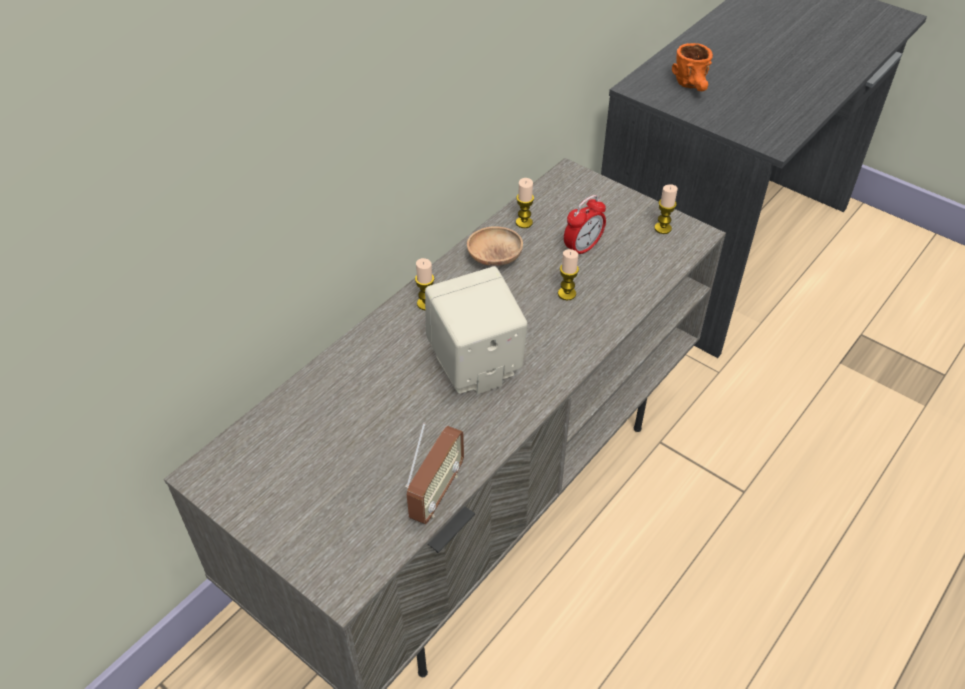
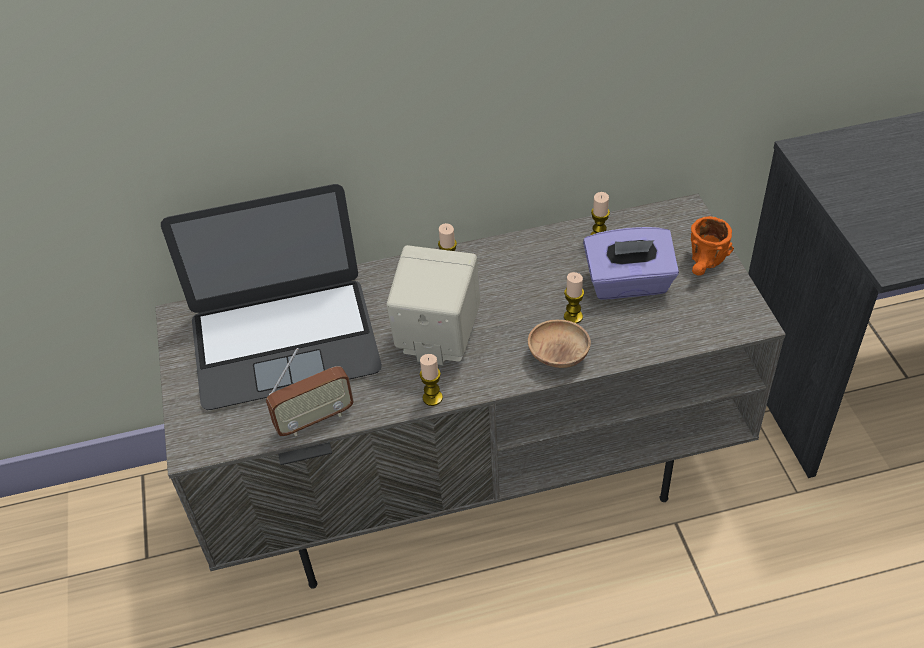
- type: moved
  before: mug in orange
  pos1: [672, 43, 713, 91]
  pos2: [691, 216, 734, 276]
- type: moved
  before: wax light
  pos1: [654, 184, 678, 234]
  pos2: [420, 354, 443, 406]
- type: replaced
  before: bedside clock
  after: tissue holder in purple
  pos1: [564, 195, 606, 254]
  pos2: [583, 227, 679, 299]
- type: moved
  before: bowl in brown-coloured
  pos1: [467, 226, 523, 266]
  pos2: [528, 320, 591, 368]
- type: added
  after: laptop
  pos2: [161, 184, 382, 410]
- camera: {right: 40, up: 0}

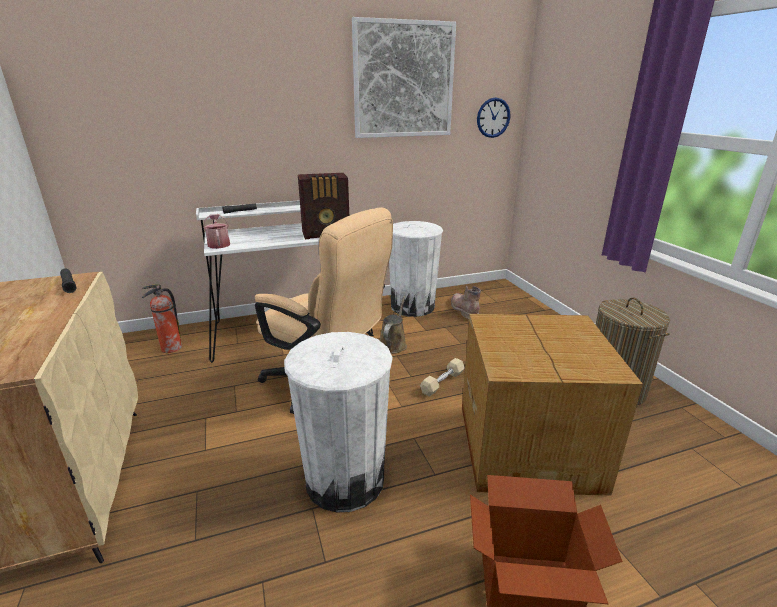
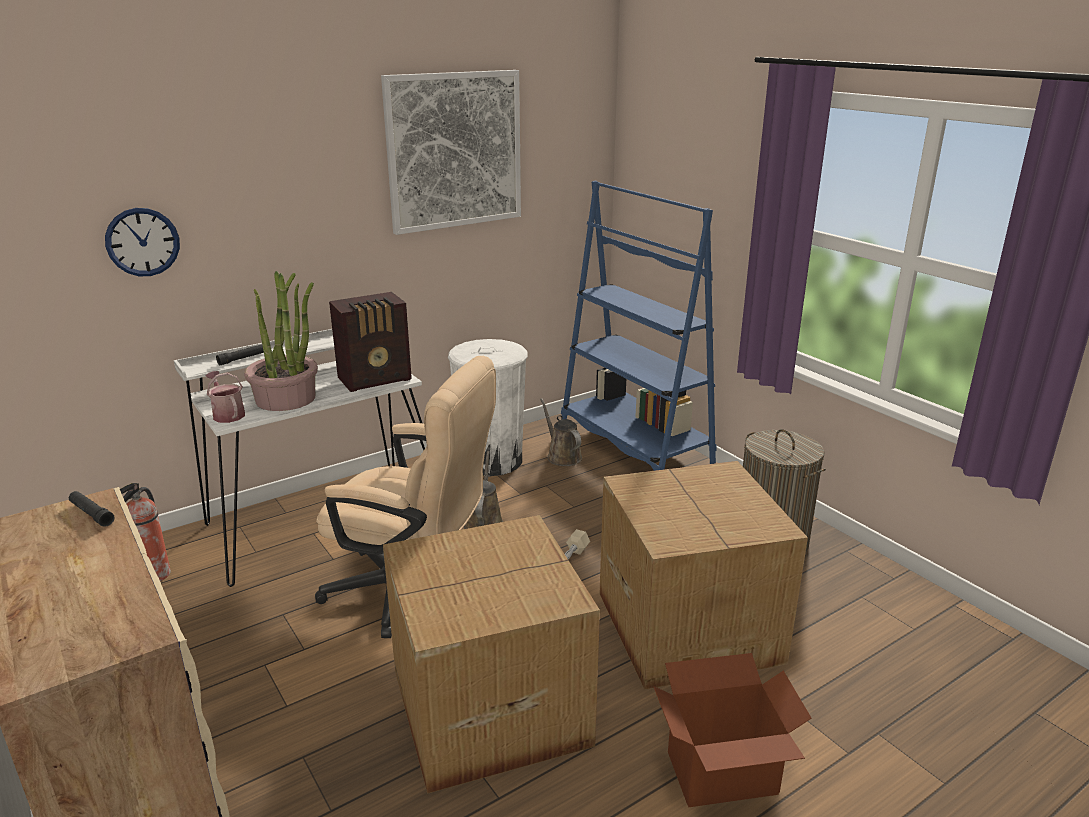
- type: moved
  before: clock on the wall
  pos1: [477, 97, 510, 138]
  pos2: [105, 208, 180, 276]
- type: replaced
  before: tall boot in brown-coloured
  after: watering can in brown-coloured
  pos1: [451, 286, 481, 319]
  pos2: [540, 398, 582, 466]
- type: replaced
  before: rubbish bin in white
  after: carton
  pos1: [284, 332, 393, 512]
  pos2: [383, 515, 600, 794]
- type: added
  after: bookshelf in blue-coloured
  pos2: [561, 181, 717, 471]
- type: added
  after: houseplant
  pos2: [244, 271, 318, 411]
- camera: {right: -15, up: 0}

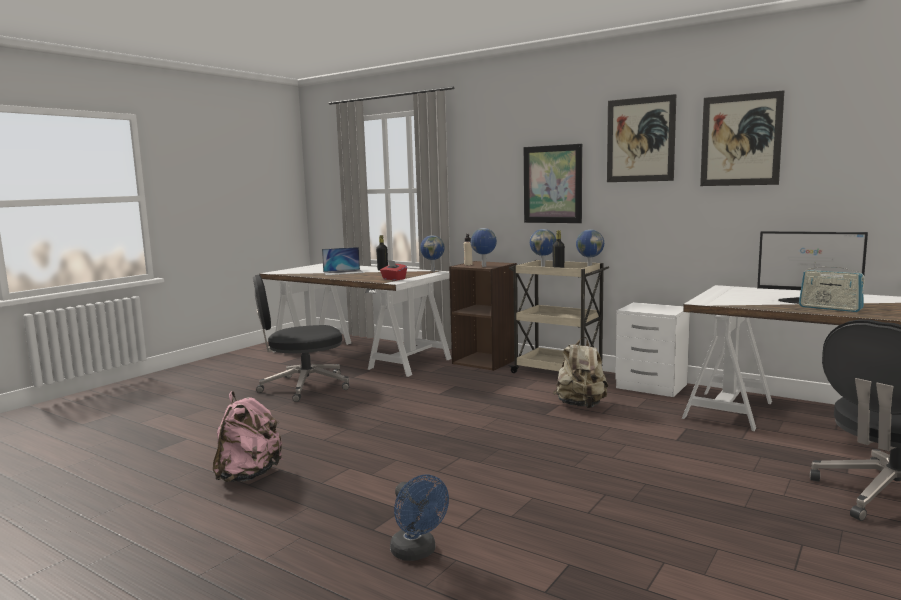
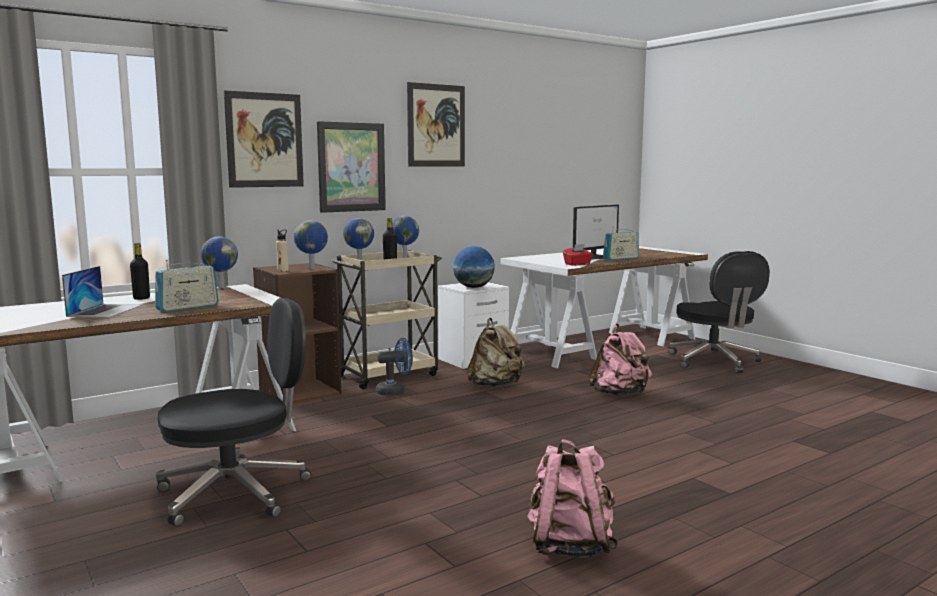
- type: moved
  before: picture
  pos1: [700, 90, 784, 186]
  pos2: [224, 90, 304, 188]
- type: moved
  before: tissue holder in red
  pos1: [380, 260, 407, 280]
  pos2: [563, 244, 593, 266]
- type: turned
  before: computer chair in black
  pos1: [253, 275, 349, 402]
  pos2: [156, 298, 311, 527]
  turn: -120
- type: moved
  before: cooling fan in blue-coloured
  pos1: [390, 475, 449, 561]
  pos2: [376, 338, 413, 396]
- type: added
  after: globe
  pos2: [453, 246, 495, 288]
- type: added
  after: radio set
  pos2: [155, 260, 219, 312]
- type: added
  after: backpack in pink
  pos2: [589, 323, 652, 395]
- camera: {right: -70, up: 0}

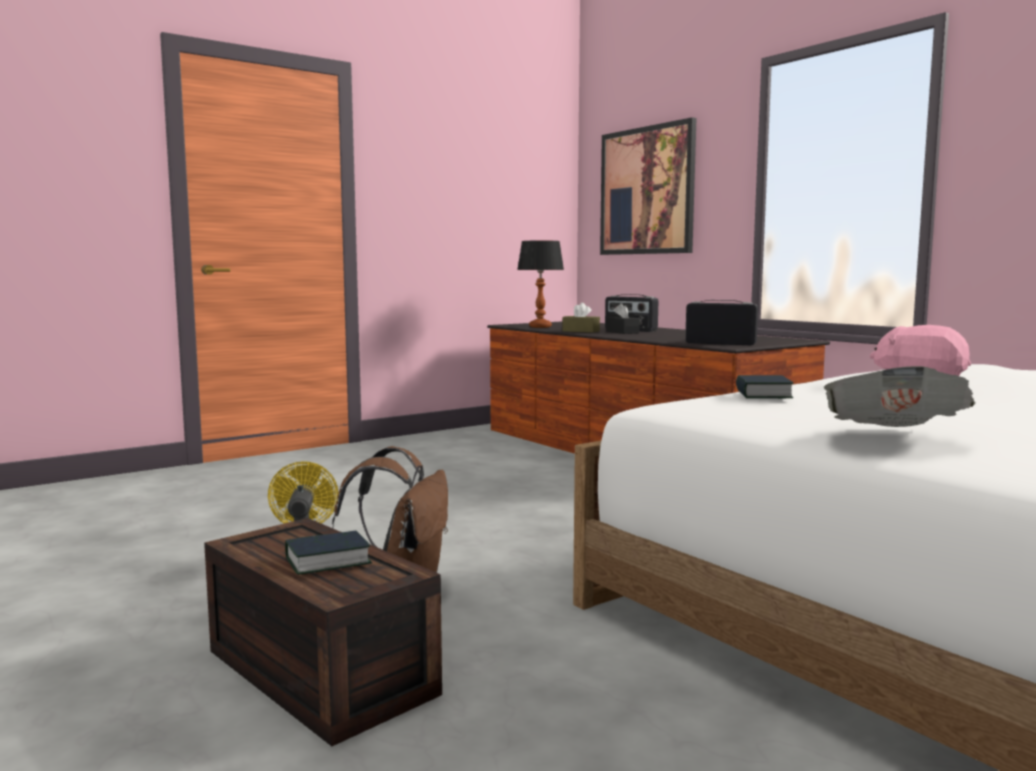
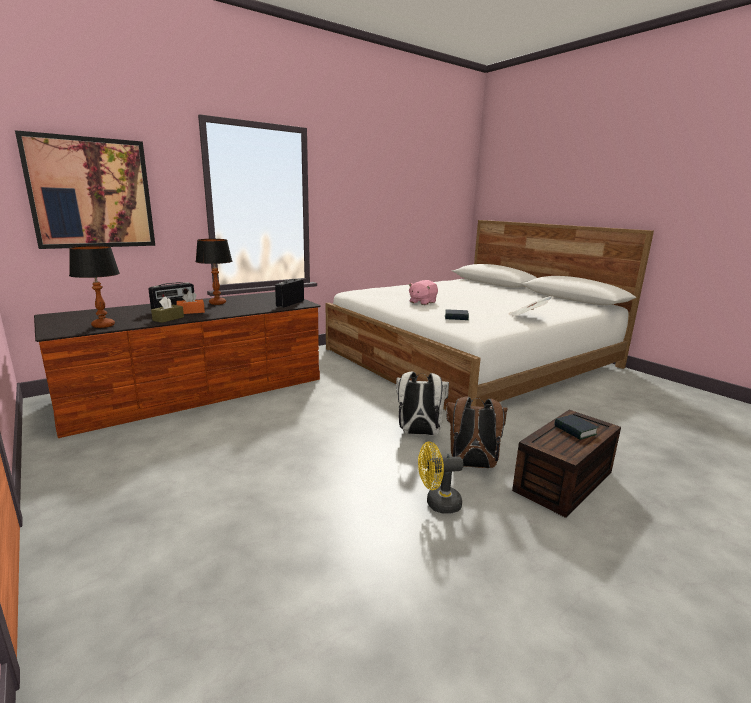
- type: recoloured
  before: tissue holder in black
  after: tissue holder in orange
  pos1: [606, 303, 639, 334]
  pos2: [176, 291, 205, 314]
- type: added
  after: tabletop lamp
  pos2: [196, 239, 232, 305]
- type: added
  after: backpack in white
  pos2: [396, 371, 449, 435]
- camera: {right: -90, up: 10}

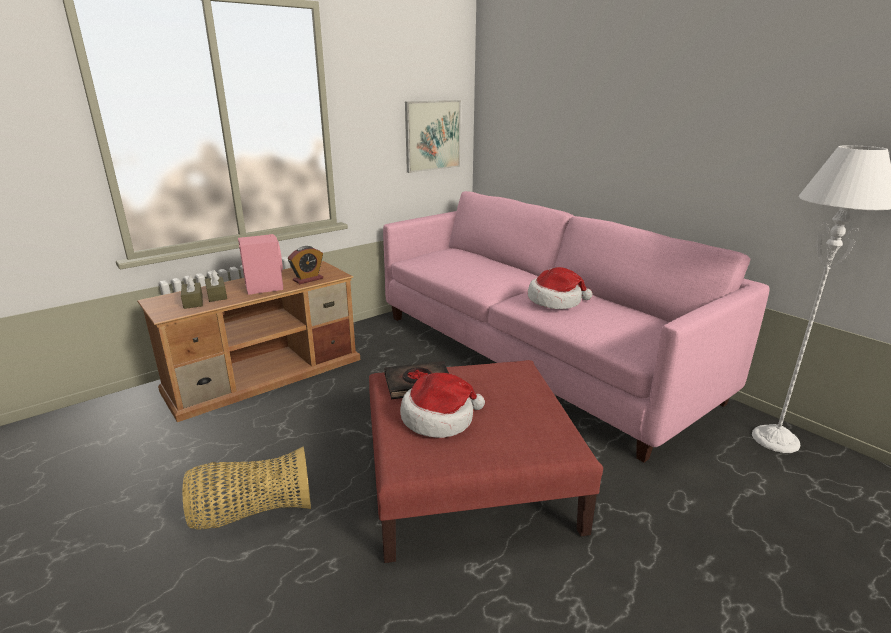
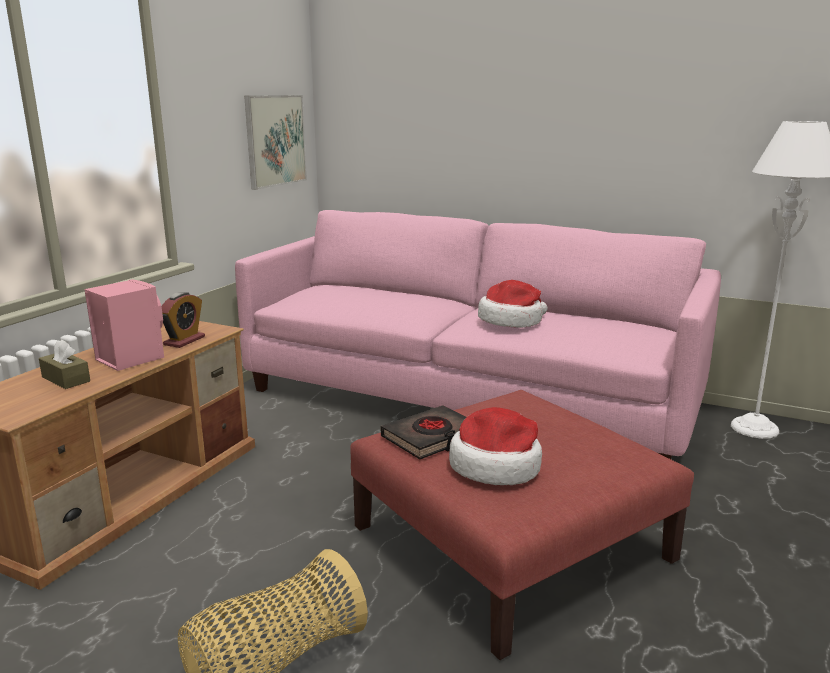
- type: removed
  before: tissue holder in brown-coloured
  pos1: [181, 275, 203, 309]
- camera: {right: -25, up: -5}

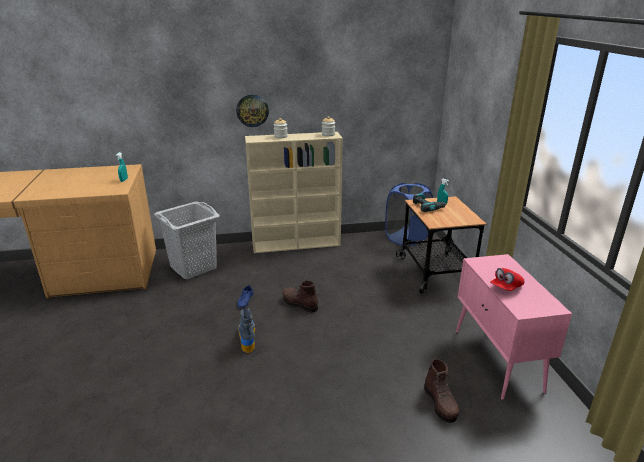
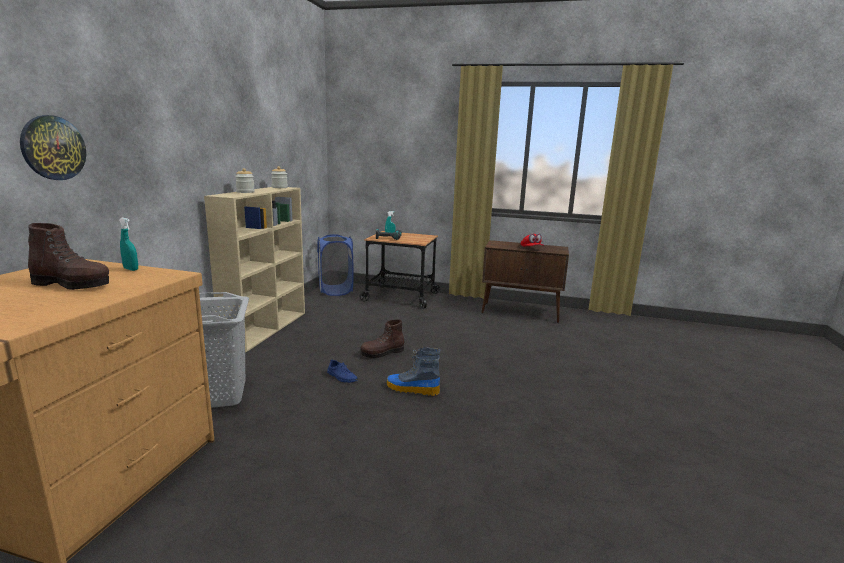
- type: moved
  before: clock on the wall
  pos1: [236, 94, 269, 127]
  pos2: [20, 115, 86, 180]
- type: recoloured
  before: cabinet in pink
  after: cabinet in brown-coloured
  pos1: [456, 254, 572, 400]
  pos2: [481, 240, 569, 323]
- type: moved
  before: tall boot in brown-coloured
  pos1: [424, 359, 459, 423]
  pos2: [28, 223, 109, 290]
- camera: {right: -65, up: -10}

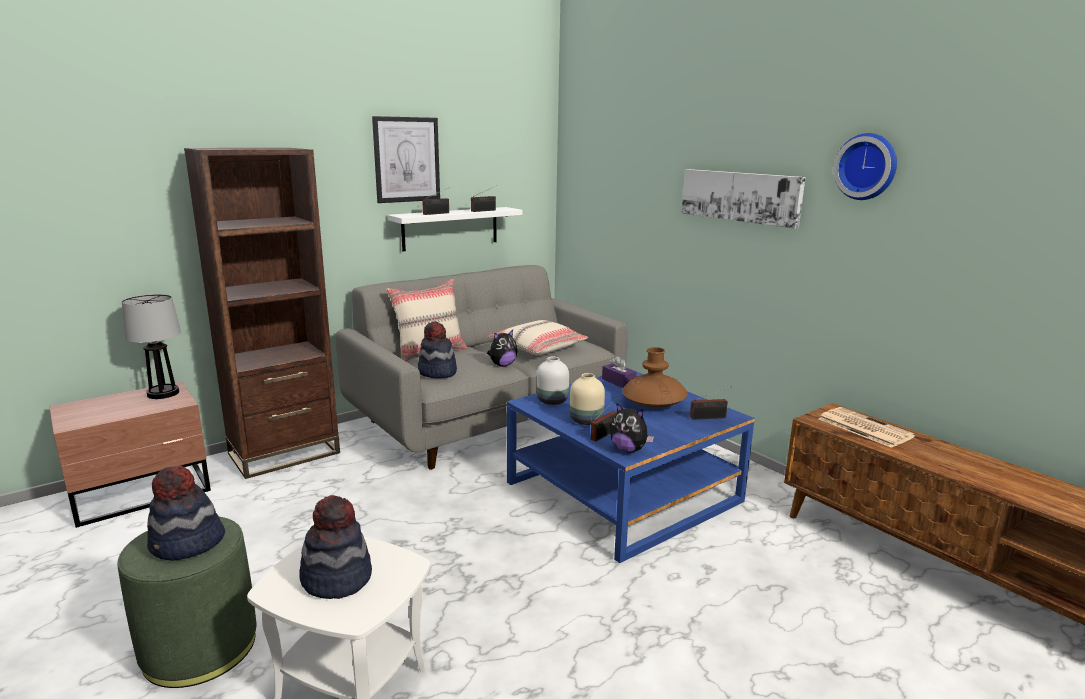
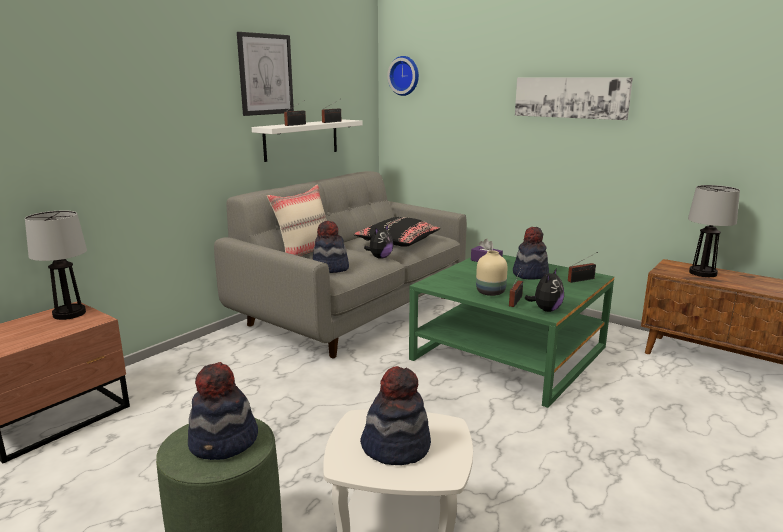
- type: moved
  before: clock on the wall
  pos1: [833, 133, 897, 200]
  pos2: [387, 56, 419, 96]
- type: removed
  before: bookshelf in brown-coloured
  pos1: [184, 148, 340, 479]
- type: recoloured
  before: pillow in beige
  after: pillow in black
  pos1: [488, 320, 588, 355]
  pos2: [354, 217, 440, 247]
- type: replaced
  before: vase in brown-coloured
  after: hat
  pos1: [622, 347, 688, 408]
  pos2: [513, 227, 549, 279]
- type: removed
  before: vase in white
  pos1: [537, 357, 569, 405]
- type: recoloured
  before: low table in blue-coloured
  after: low table in green-coloured
  pos1: [507, 372, 755, 563]
  pos2: [409, 255, 614, 408]
- type: turned
  before: soft toy
  pos1: [610, 403, 654, 453]
  pos2: [524, 268, 564, 312]
  turn: -75
- type: replaced
  before: printed paper
  after: tabletop lamp
  pos1: [819, 407, 915, 448]
  pos2: [688, 185, 740, 277]
- camera: {right: -15, up: 0}

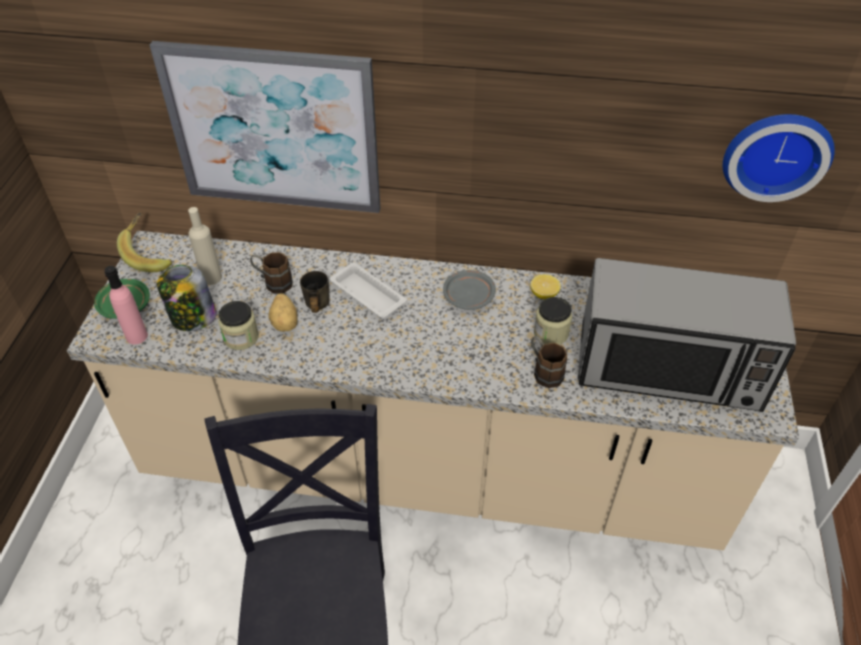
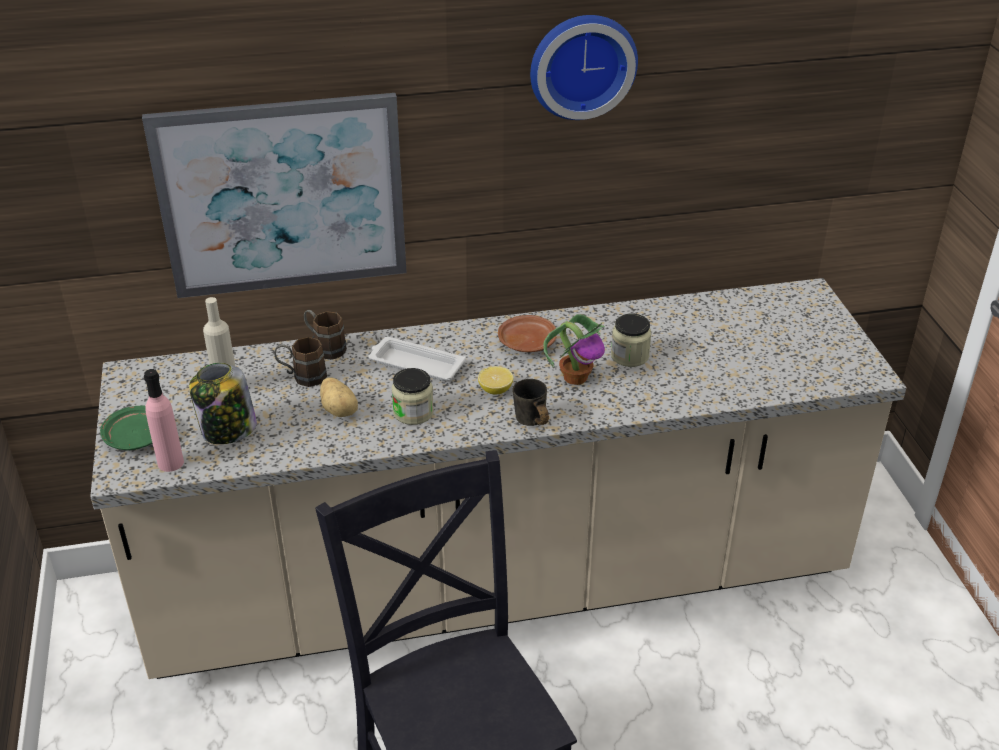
- type: moved
  before: clock on the wall
  pos1: [723, 114, 835, 202]
  pos2: [530, 15, 638, 120]
- type: removed
  before: banana fruit
  pos1: [117, 212, 172, 272]
- type: removed
  before: microwave
  pos1: [578, 258, 796, 412]
- type: recoloured
  before: flat dish in grey
  after: flat dish in brown-coloured
  pos1: [443, 270, 496, 310]
  pos2: [498, 315, 557, 352]
- type: moved
  before: mug in grey
  pos1: [300, 271, 330, 313]
  pos2: [513, 379, 549, 426]
- type: moved
  before: lemon
  pos1: [530, 274, 561, 299]
  pos2: [478, 366, 513, 395]
- type: moved
  before: storage jar
  pos1: [218, 301, 259, 350]
  pos2: [392, 368, 434, 425]
- type: moved
  before: mug in brown-coloured
  pos1: [531, 336, 567, 388]
  pos2: [304, 310, 347, 360]
- type: added
  after: houseplant
  pos2: [543, 314, 605, 385]
- camera: {right: -20, up: -10}

